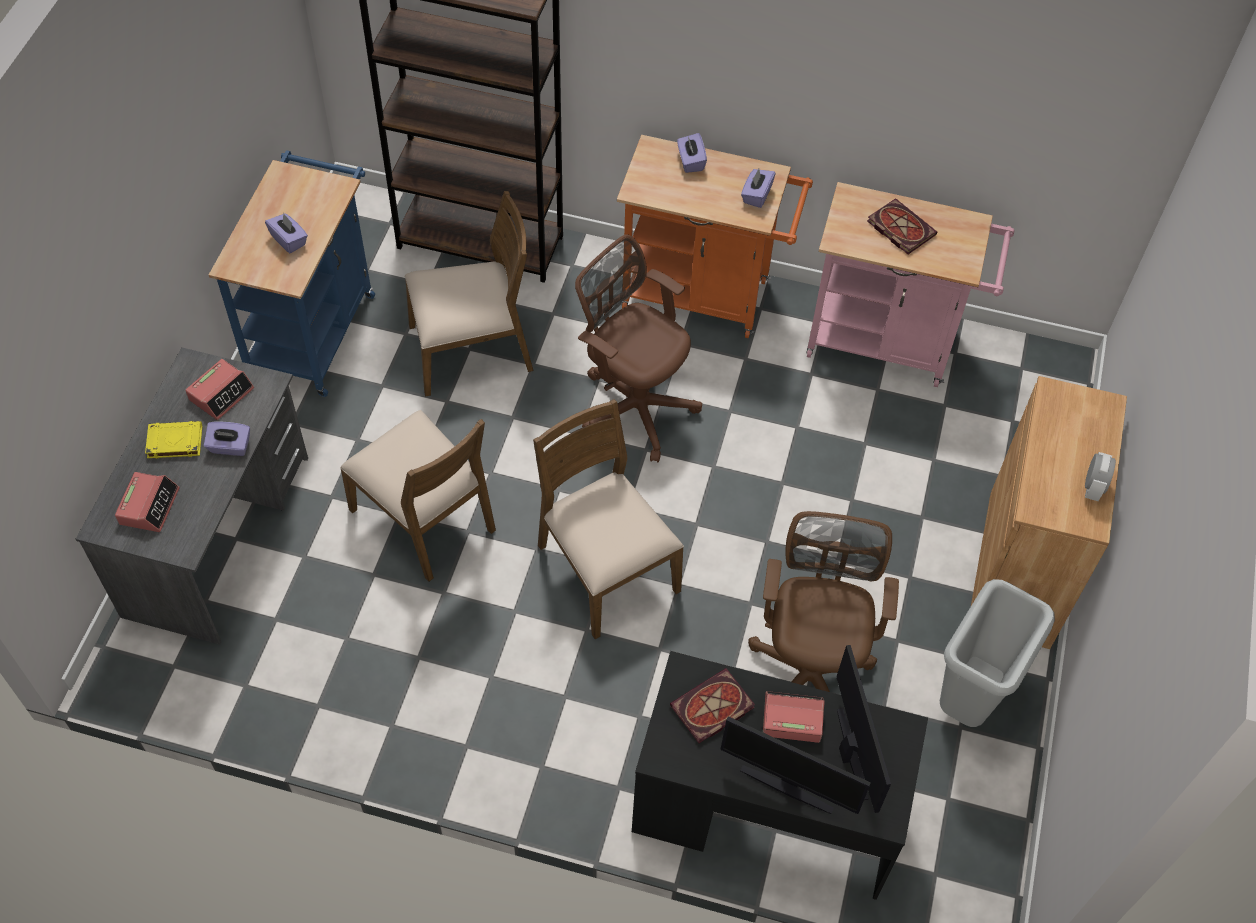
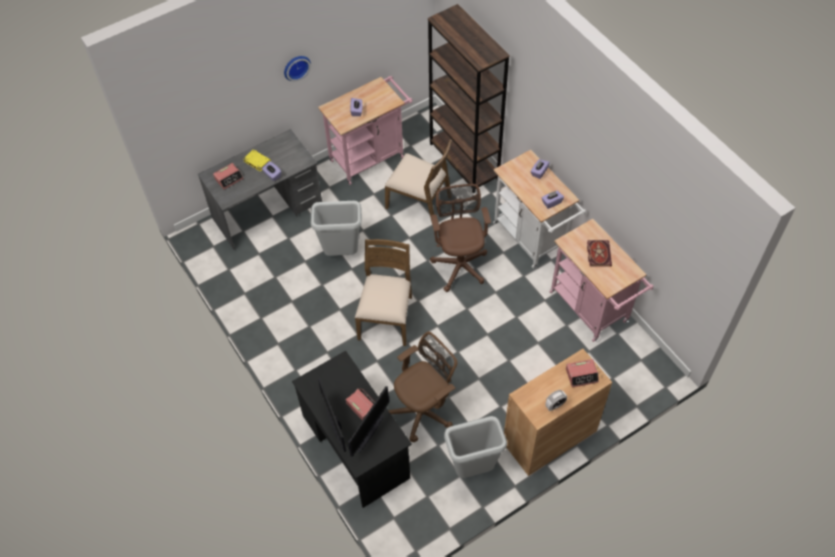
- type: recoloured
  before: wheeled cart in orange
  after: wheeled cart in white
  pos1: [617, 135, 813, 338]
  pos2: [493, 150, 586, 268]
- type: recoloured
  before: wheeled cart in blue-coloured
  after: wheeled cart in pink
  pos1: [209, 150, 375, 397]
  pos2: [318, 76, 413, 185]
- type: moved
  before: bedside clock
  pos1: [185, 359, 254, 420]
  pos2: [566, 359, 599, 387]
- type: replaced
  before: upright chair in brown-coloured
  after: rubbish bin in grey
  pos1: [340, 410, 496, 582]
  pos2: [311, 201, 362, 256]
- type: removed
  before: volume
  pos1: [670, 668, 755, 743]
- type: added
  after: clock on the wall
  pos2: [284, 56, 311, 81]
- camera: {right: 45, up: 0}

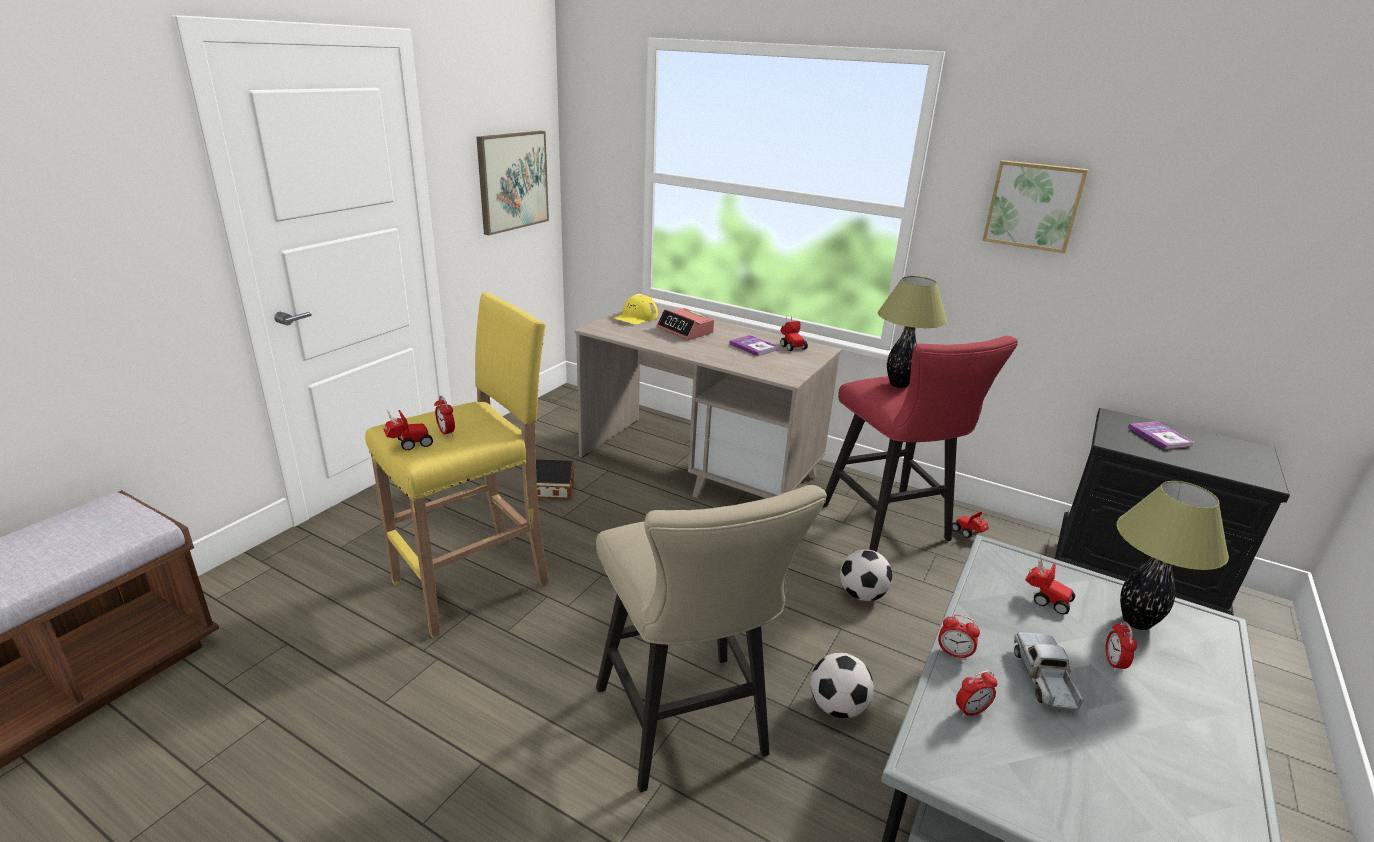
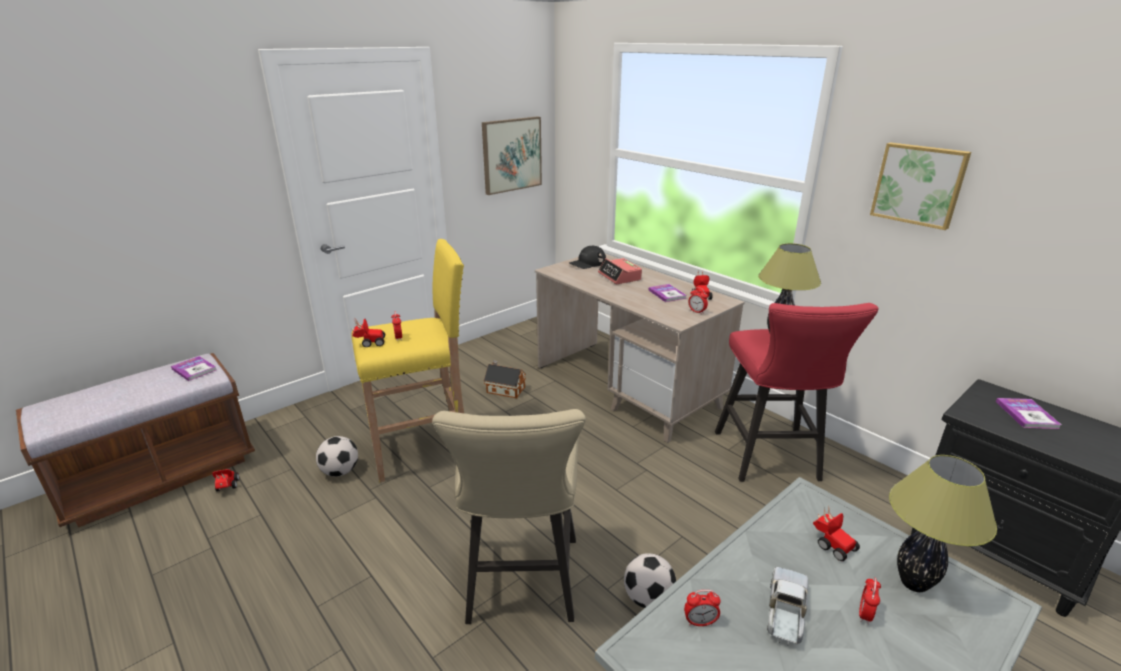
- type: recoloured
  before: baseball cap in yellowish
  after: baseball cap in black
  pos1: [614, 295, 658, 325]
  pos2: [569, 246, 606, 269]
- type: moved
  before: toy car
  pos1: [952, 511, 989, 538]
  pos2: [212, 469, 239, 491]
- type: moved
  before: football ball
  pos1: [840, 549, 893, 601]
  pos2: [316, 436, 358, 477]
- type: moved
  before: bedside clock
  pos1: [938, 614, 980, 660]
  pos2: [689, 287, 708, 314]
- type: added
  after: volume
  pos2: [171, 356, 217, 381]
- camera: {right: 20, up: 0}

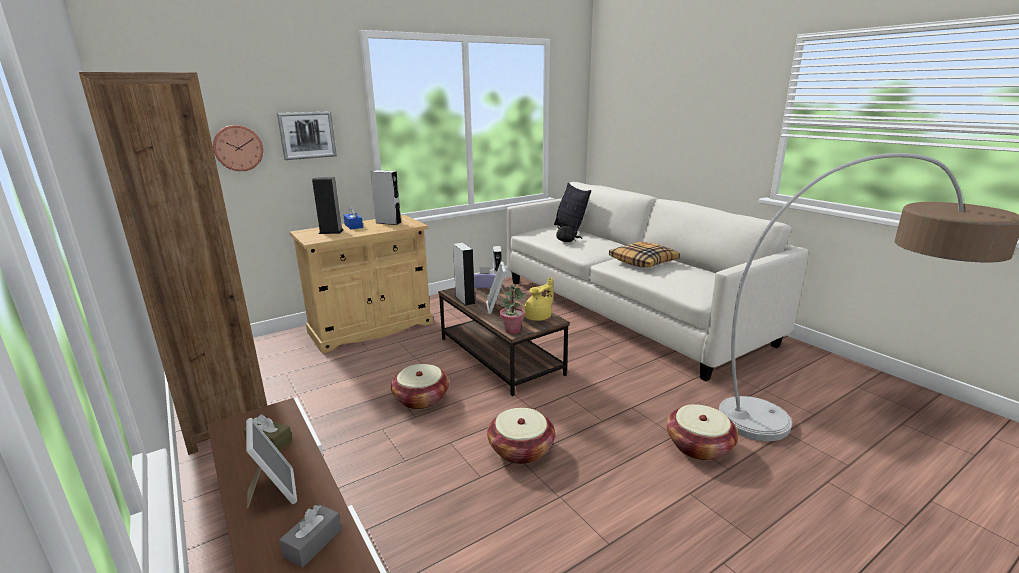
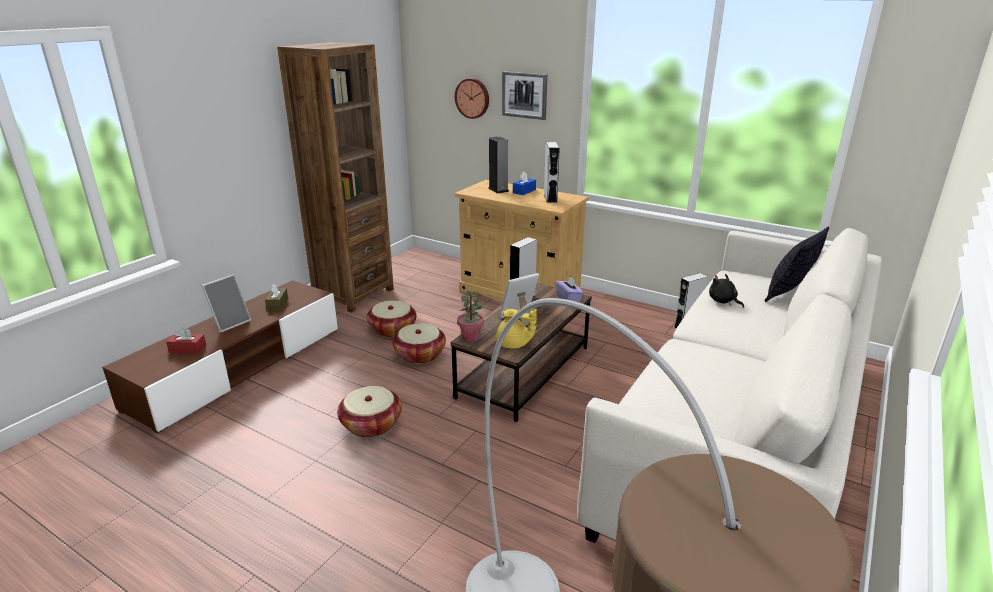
- type: removed
  before: pillow
  pos1: [609, 242, 680, 268]
- type: moved
  before: basket
  pos1: [667, 404, 738, 461]
  pos2: [367, 301, 417, 337]
- type: recoloured
  before: tissue holder in grey
  after: tissue holder in red
  pos1: [279, 504, 342, 568]
  pos2: [166, 327, 207, 354]
- camera: {right: 65, up: 5}

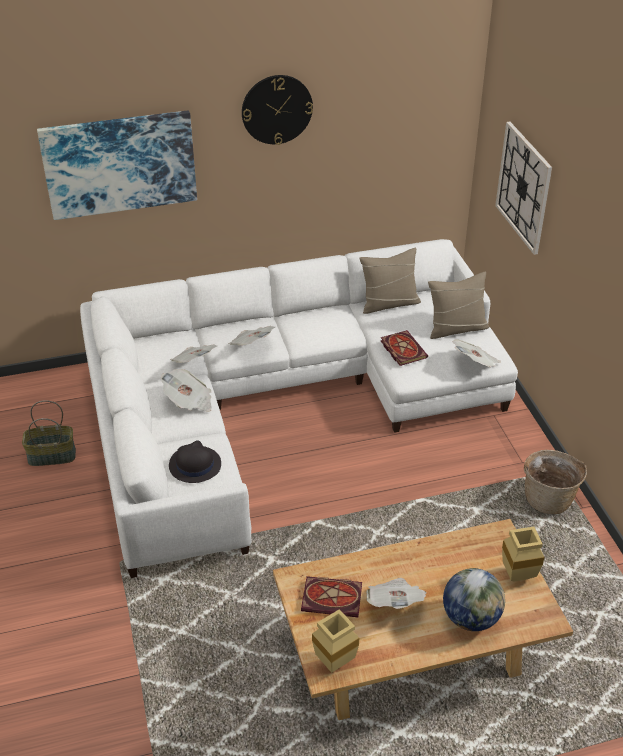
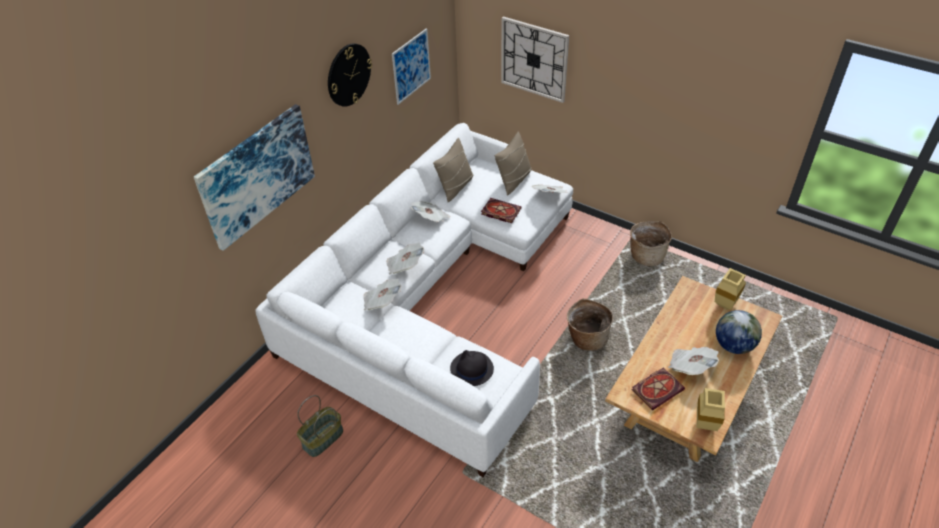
- type: moved
  before: printed paper
  pos1: [161, 369, 212, 412]
  pos2: [410, 201, 450, 222]
- type: added
  after: picture
  pos2: [392, 28, 431, 105]
- type: added
  after: basket
  pos2: [567, 298, 613, 351]
- camera: {right: -40, up: 5}

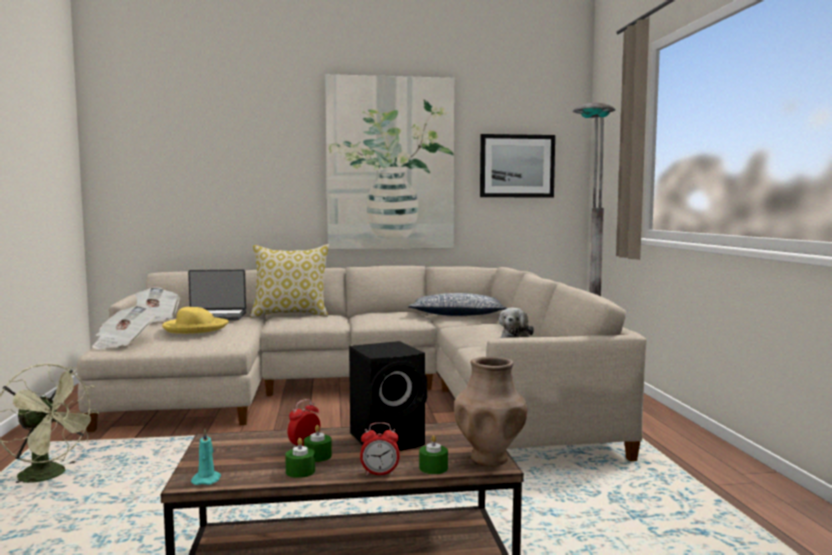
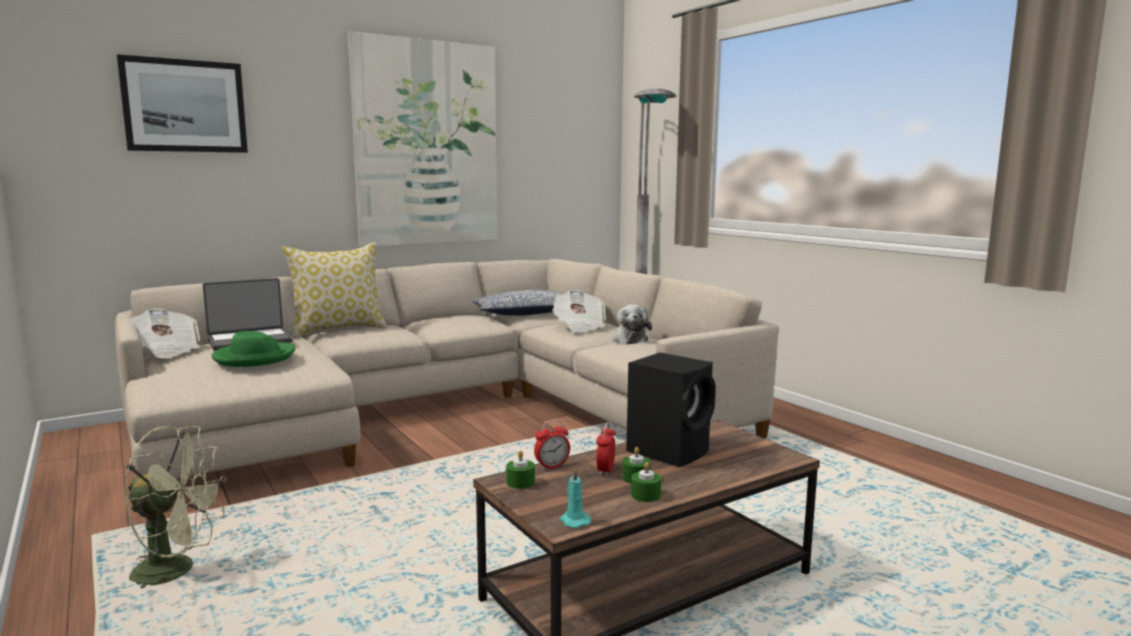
- type: moved
  before: picture
  pos1: [480, 134, 555, 197]
  pos2: [117, 54, 248, 153]
- type: moved
  before: printed paper
  pos1: [92, 306, 155, 349]
  pos2: [552, 290, 606, 333]
- type: recoloured
  before: hat in yellowish
  after: hat in green-coloured
  pos1: [162, 307, 229, 334]
  pos2: [212, 331, 295, 367]
- type: removed
  before: vase in brown-coloured
  pos1: [454, 357, 527, 467]
- type: moved
  before: bedside clock
  pos1: [360, 422, 399, 475]
  pos2: [534, 420, 570, 470]
- type: moved
  before: wax light in green-coloured
  pos1: [419, 435, 448, 474]
  pos2: [506, 450, 535, 489]
- camera: {right: -25, up: 5}

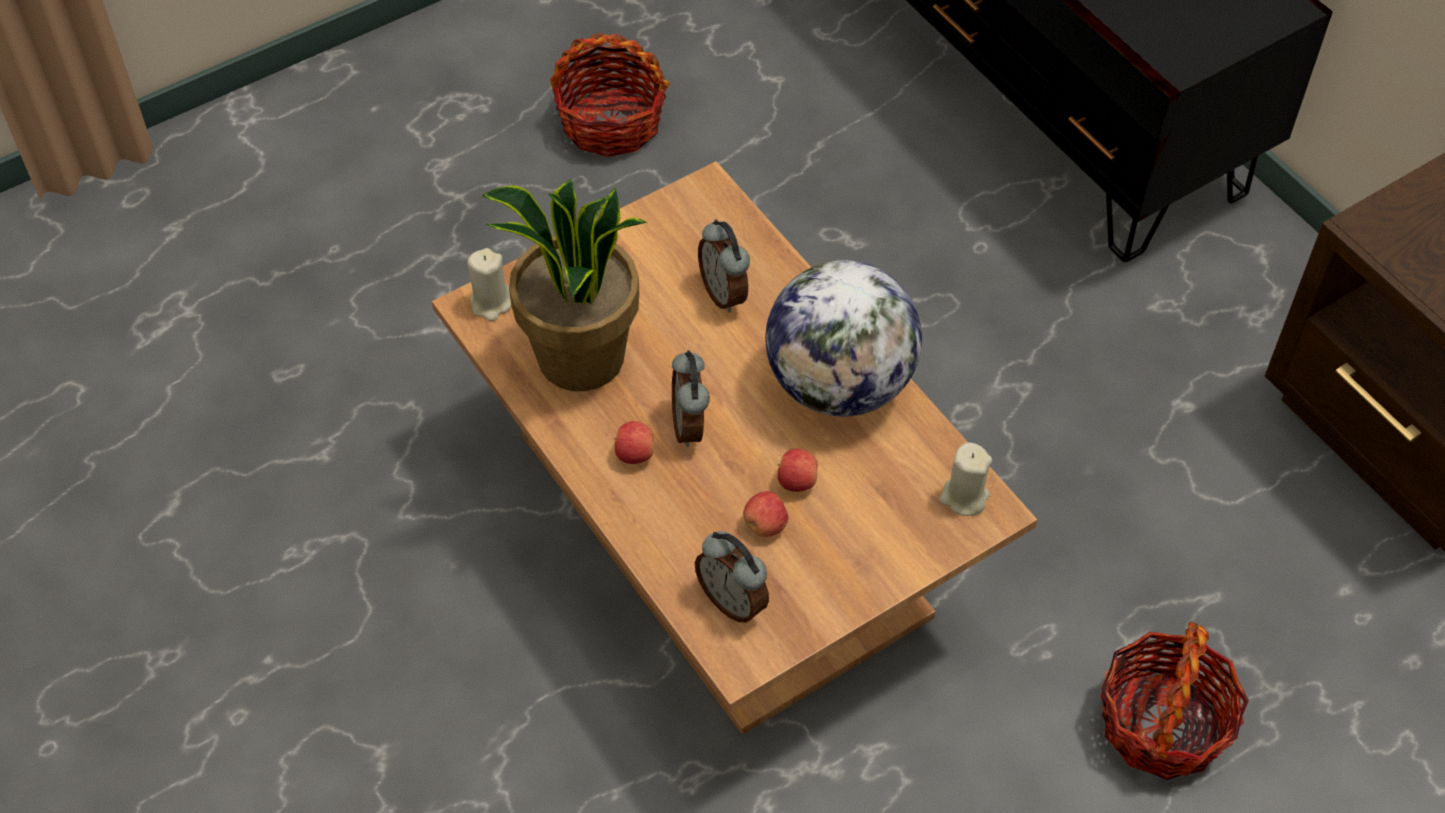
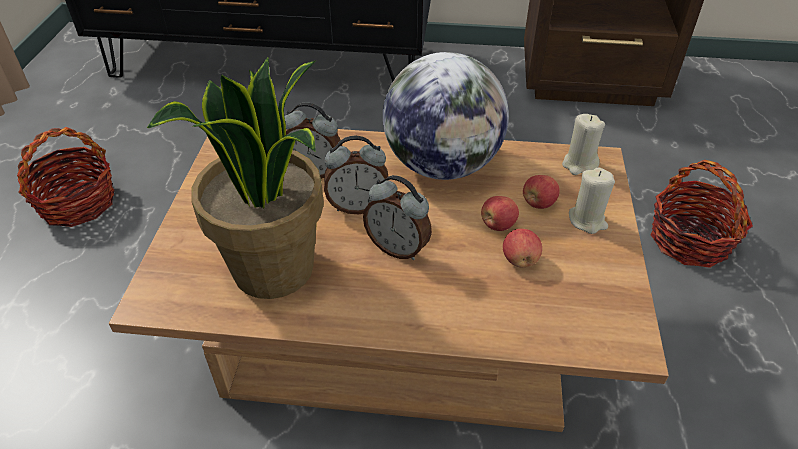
- type: moved
  before: wax light in beige
  pos1: [467, 248, 511, 321]
  pos2: [569, 168, 615, 234]
- type: moved
  before: whole apple
  pos1: [614, 421, 654, 464]
  pos2: [523, 175, 560, 209]
- type: moved
  before: bedside clock
  pos1: [695, 531, 769, 623]
  pos2: [324, 136, 389, 214]
- camera: {right: -50, up: -10}

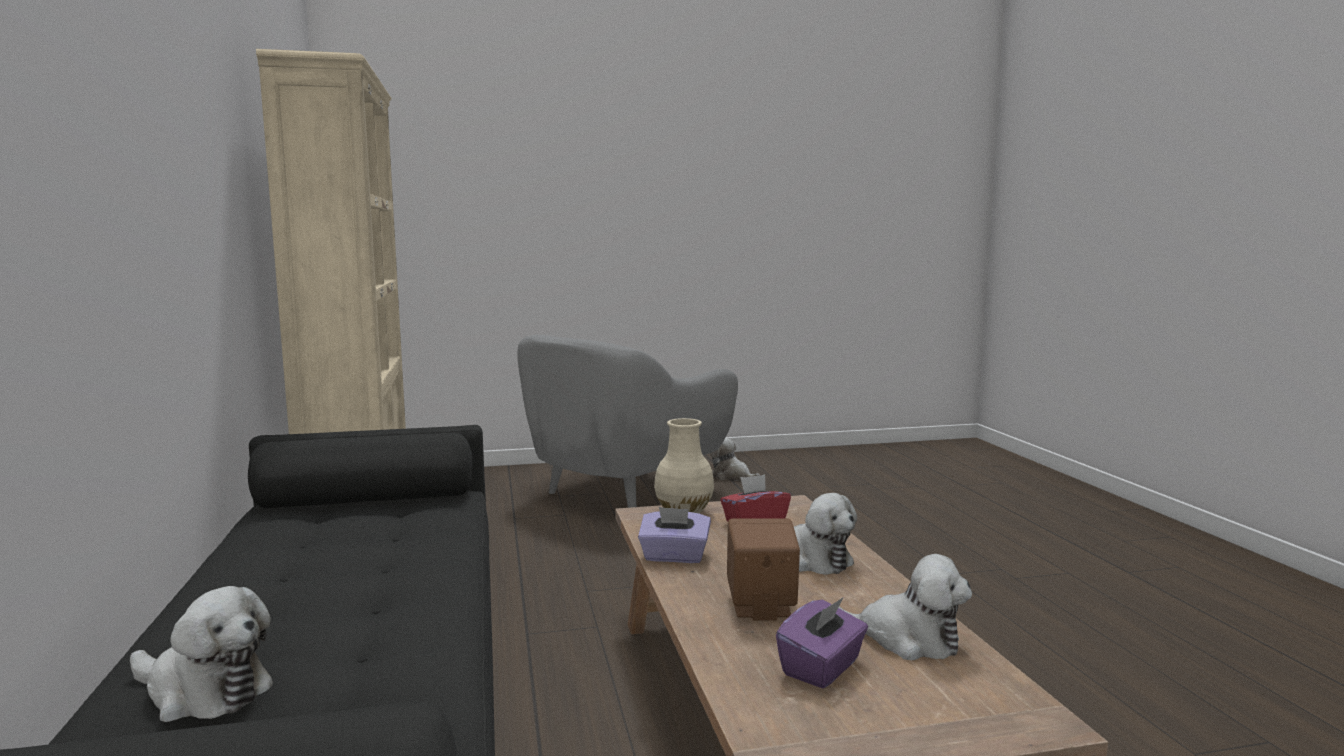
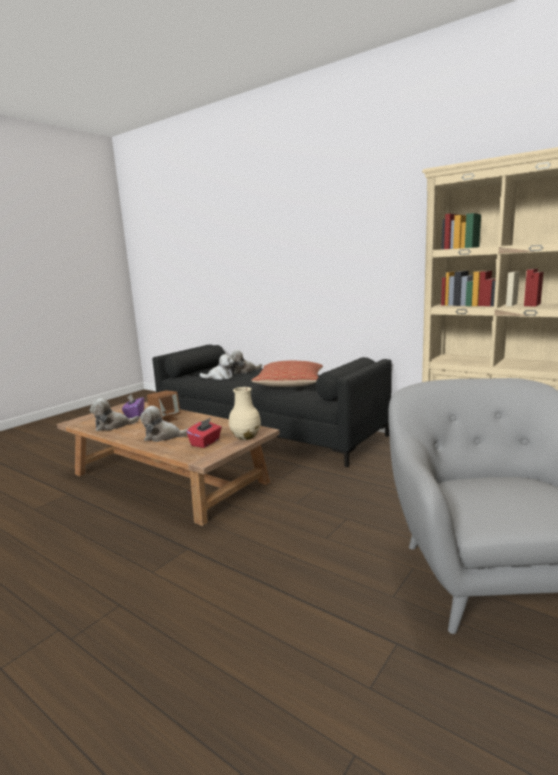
- type: moved
  before: soft toy
  pos1: [710, 438, 760, 481]
  pos2: [200, 354, 234, 380]
- type: removed
  before: tissue holder in purple
  pos1: [638, 507, 711, 563]
- type: added
  after: pillow
  pos2: [251, 361, 323, 387]
- camera: {right: 140, up: 5}

